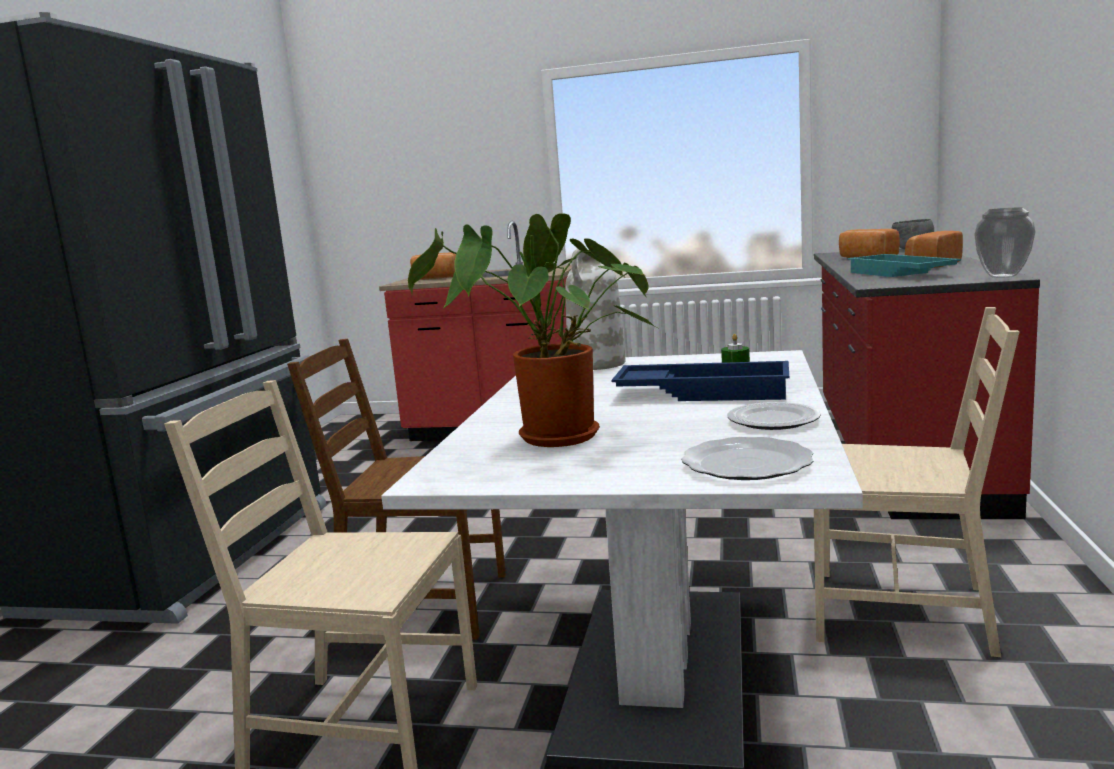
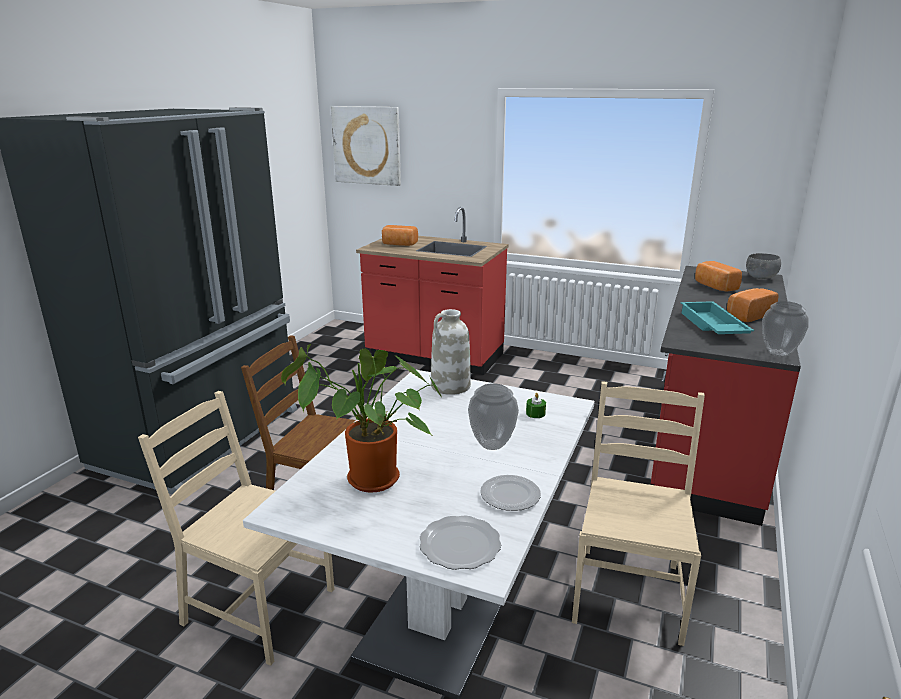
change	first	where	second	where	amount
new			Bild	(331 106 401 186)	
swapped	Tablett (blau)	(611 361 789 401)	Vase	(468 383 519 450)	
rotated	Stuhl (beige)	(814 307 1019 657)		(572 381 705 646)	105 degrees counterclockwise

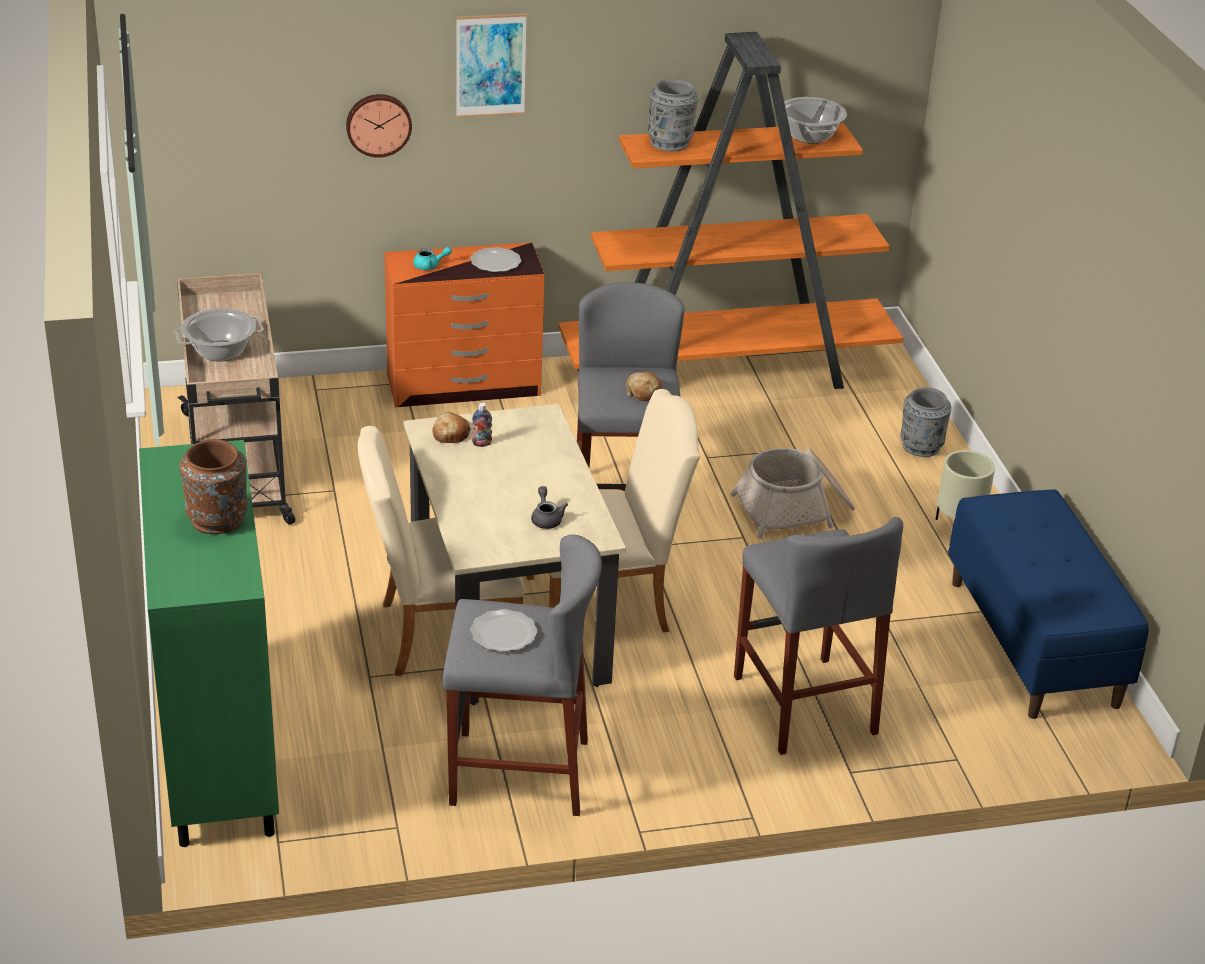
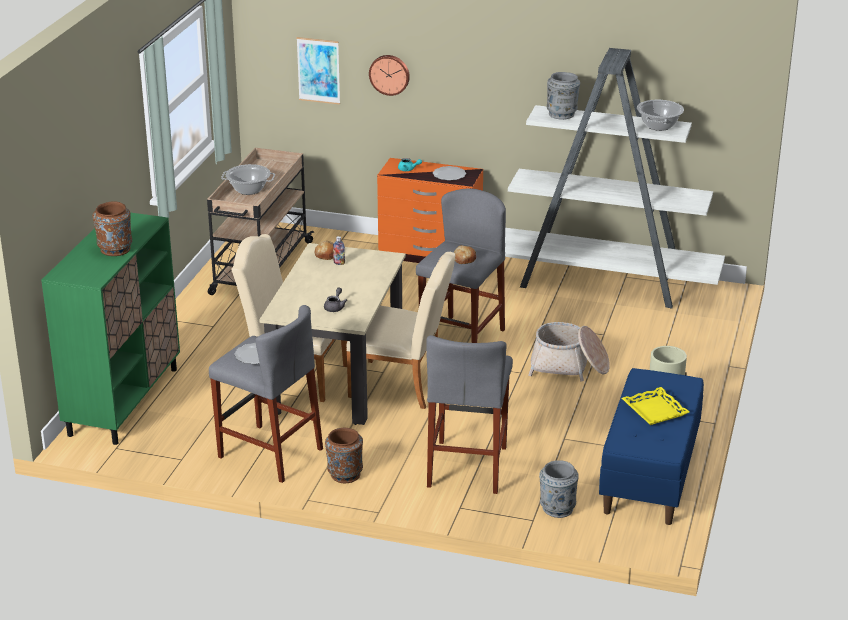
change	first	where	second	where	amount
new			Vase (braun)	(325 428 363 483)	
new			Tablett (gelb)	(622 387 689 425)	
shifted	Bild	(456 14 527 118)		(296 37 340 105)	
shifted	Vase (grau)	(900 387 951 457)		(539 460 579 518)	
repainted	Bücherregal (orange)	(558 32 903 389)	Bücherregal (weiß)	(505 48 725 308)	

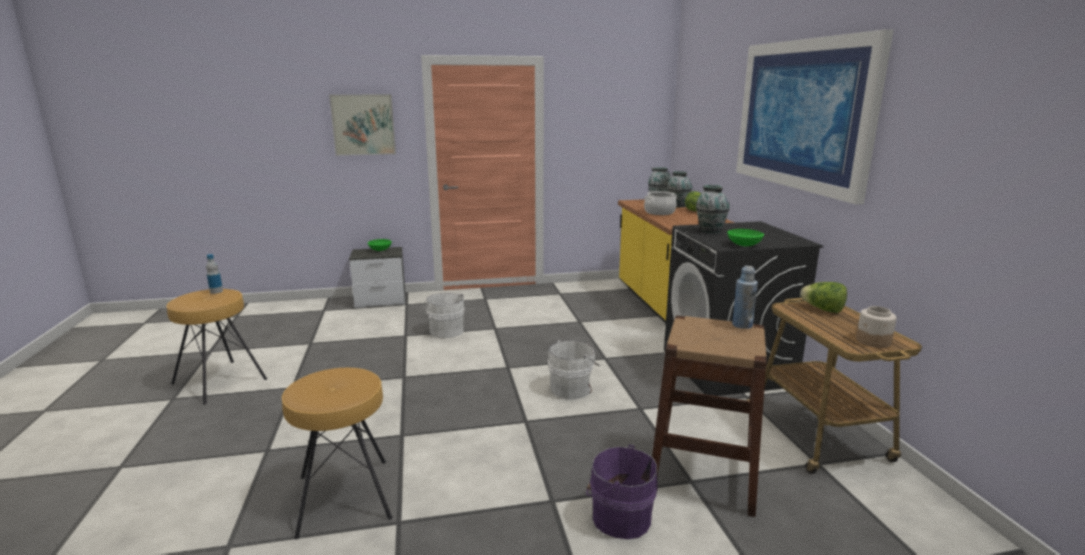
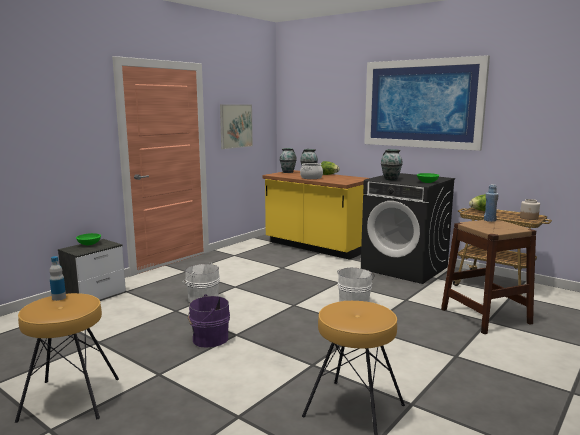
change	first	where	second	where	amount
shifted	Bild	(329 94 396 156)		(220 104 253 149)	
shifted	Eimer (lila)	(586 444 658 539)		(188 294 230 348)	

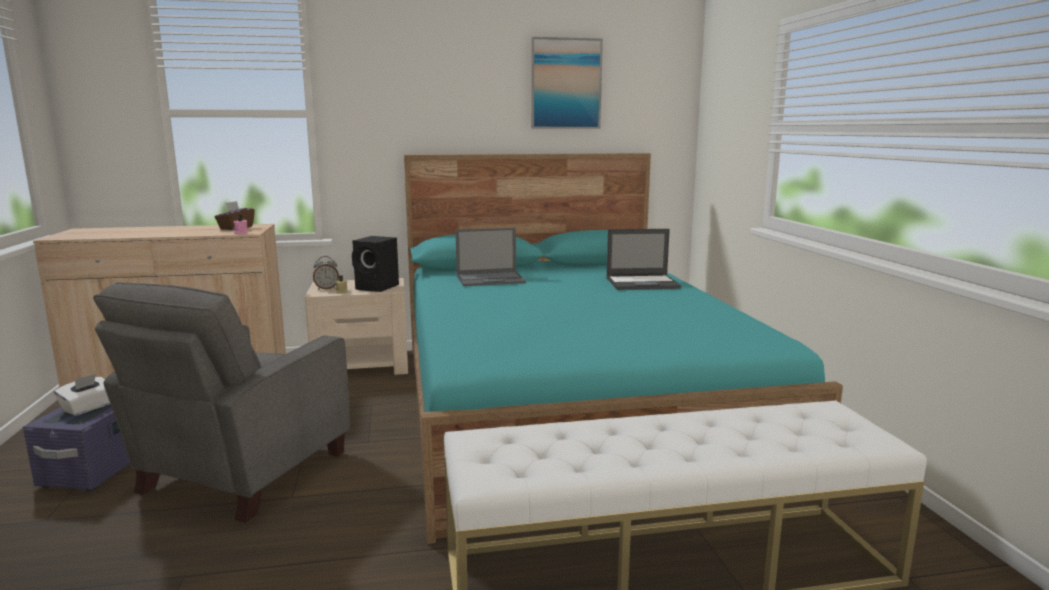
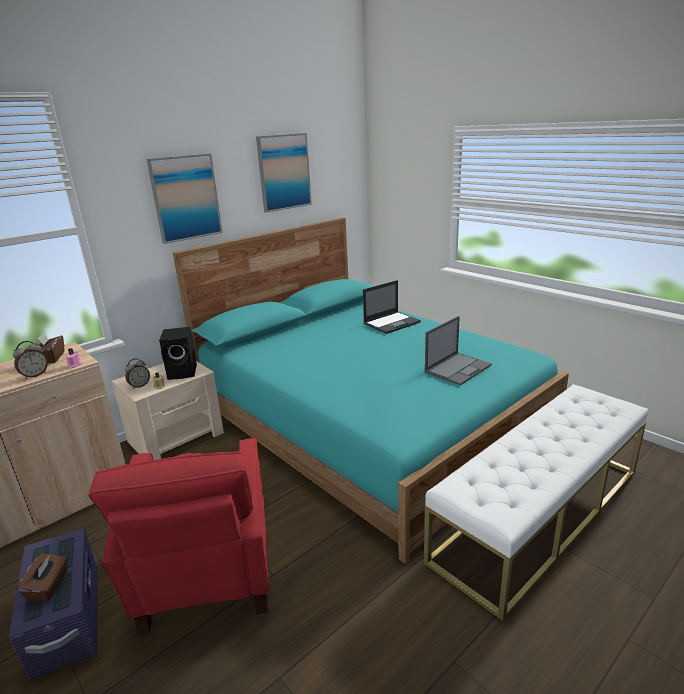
change	first	where	second	where	amount
new			Wecker	(13 341 48 379)	
new			Bild	(147 154 223 244)	
shifted	Laptop	(456 228 526 286)		(425 316 492 385)	
repainted	Taschentuchbox (weiß)	(54 374 110 416)	Taschentuchbox (braun)	(17 553 68 601)	
repainted	Sessel (grau)	(93 282 350 523)	Sessel (rot)	(88 438 269 636)	

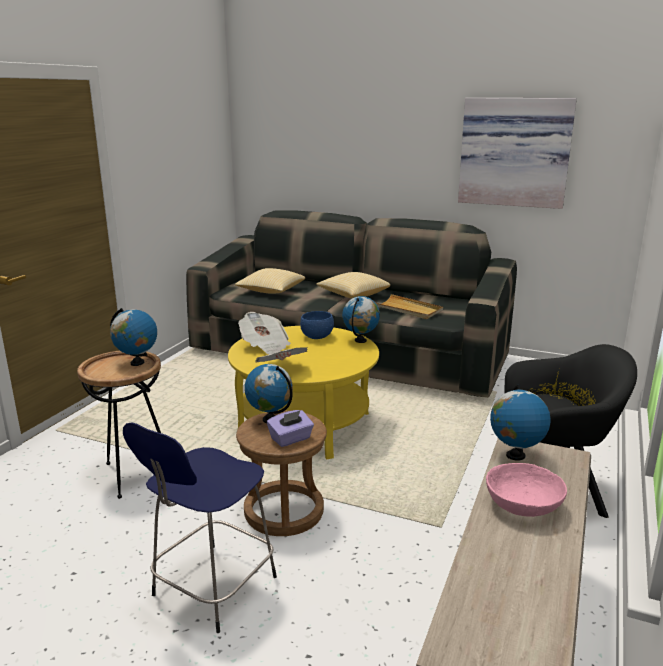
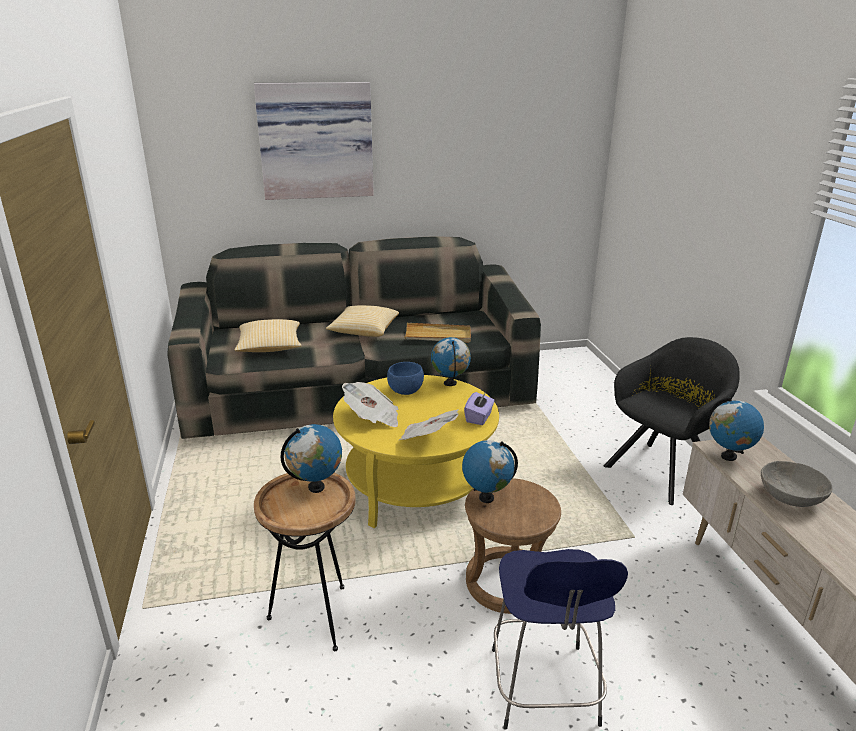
change	first	where	second	where	amount
shifted	Taschentuchbox (lila)	(267 410 314 447)		(464 391 495 425)	
shifted	Bild	(458 98 577 209)		(254 82 374 200)	
repainted	Schüssel (rosa)	(486 463 567 517)	Schüssel (grau)	(761 461 833 507)	

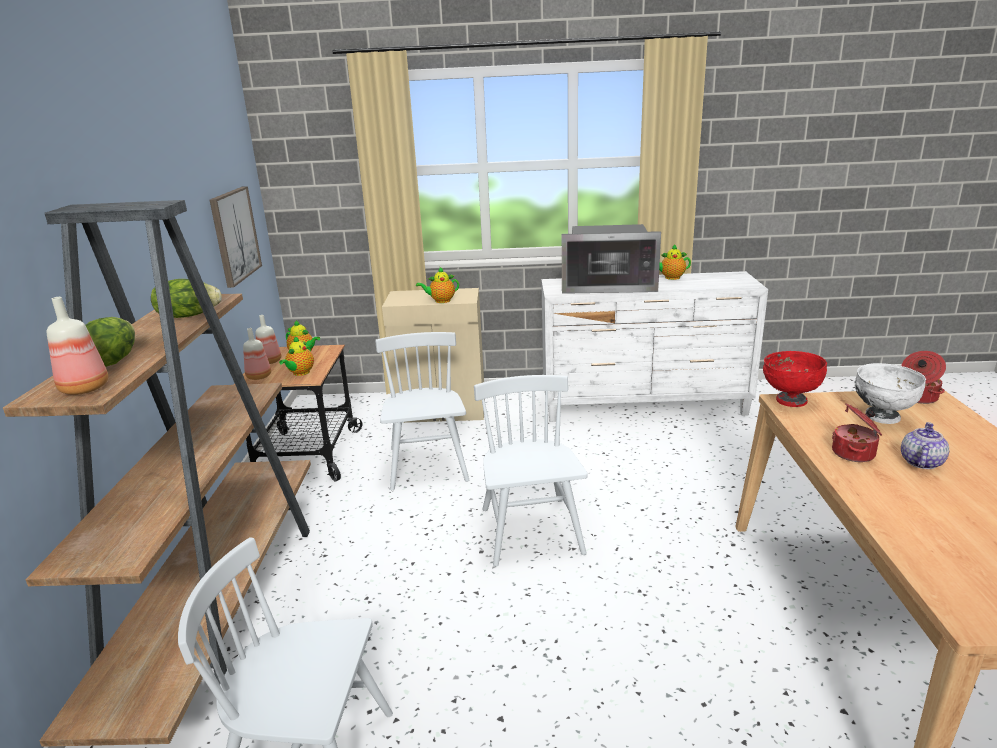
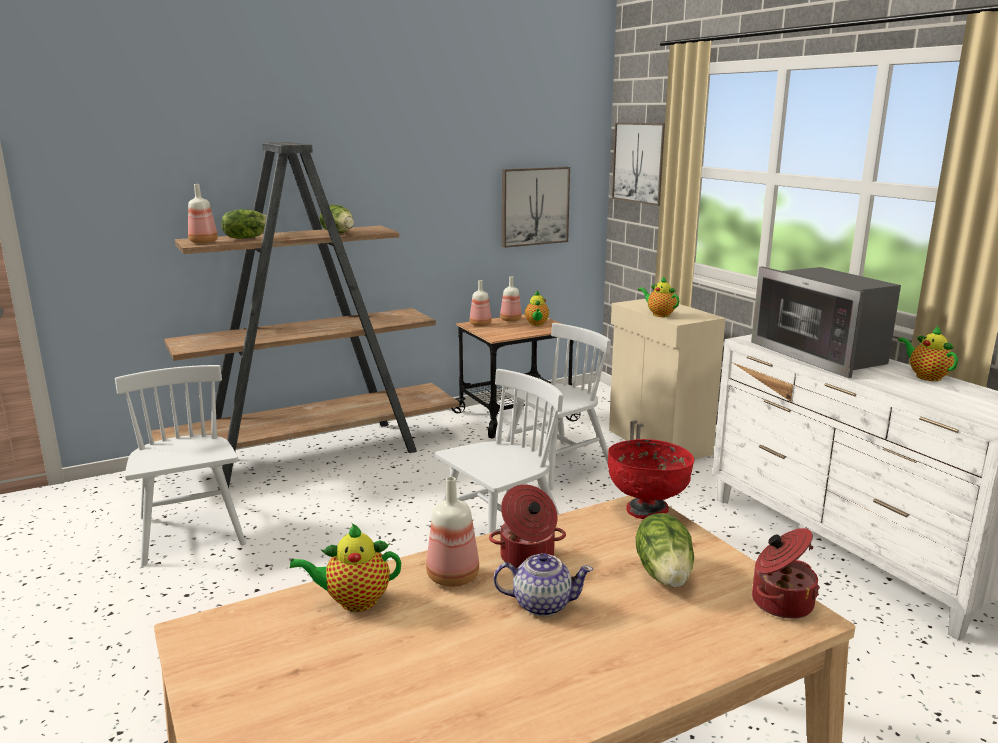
change	first	where	second	where	amount
new			Flasche	(426 477 479 587)	
new			Bild	(612 122 665 206)	
shifted	Teekanne	(279 336 314 376)		(290 523 401 612)	
swapped	Schüssel (weiß)	(855 363 926 424)	Salatkopf	(636 513 694 588)	

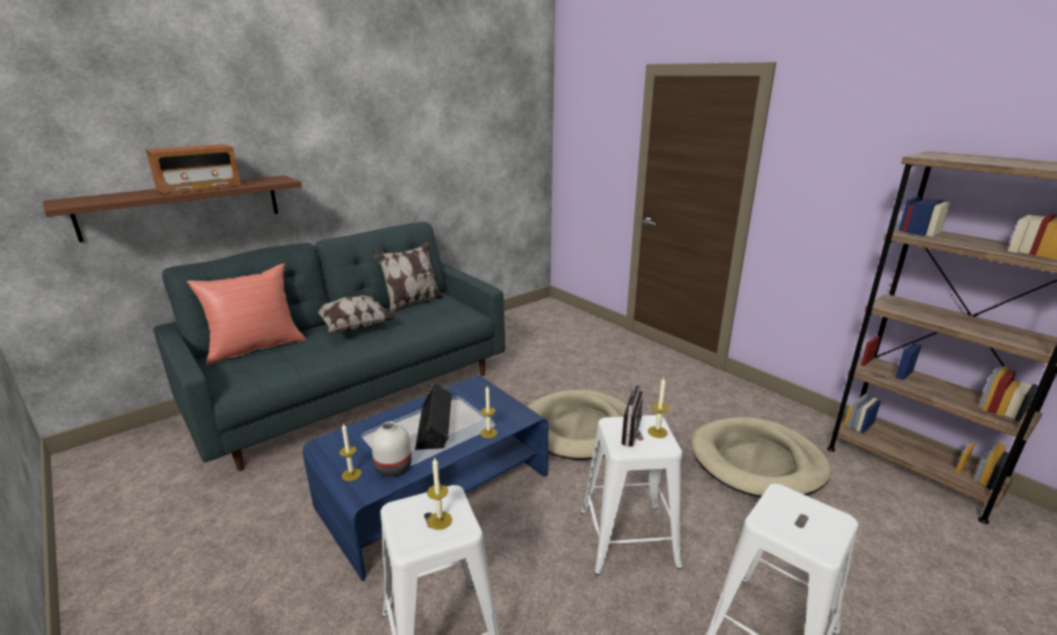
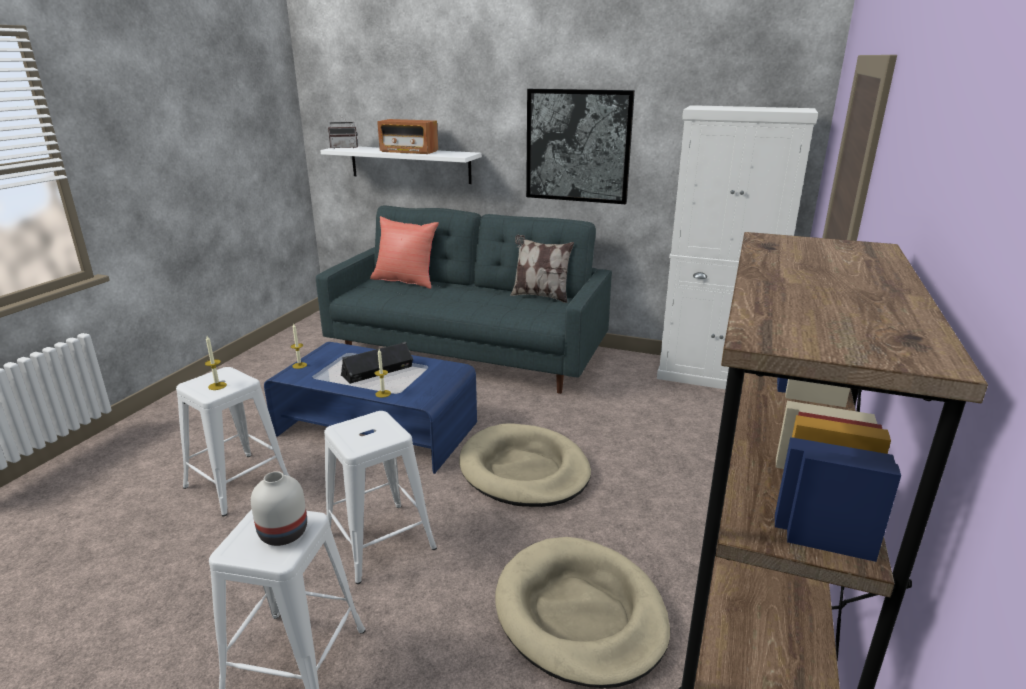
change	first	where	second	where	amount
gone	Kissen	(317 295 396 332)			
gone	Kerze	(648 378 669 438)			
new			Bild	(526 89 635 204)	
new			Schrank (weiß)	(657 105 818 390)	
shifted	Vase (weiß)	(371 421 412 477)		(251 471 307 546)	
shifted	Radio	(616 384 644 447)		(328 114 358 149)	
repainted	Wandregal (braun)	(43 175 302 242)	Wandregal (weiß)	(320 146 482 184)	

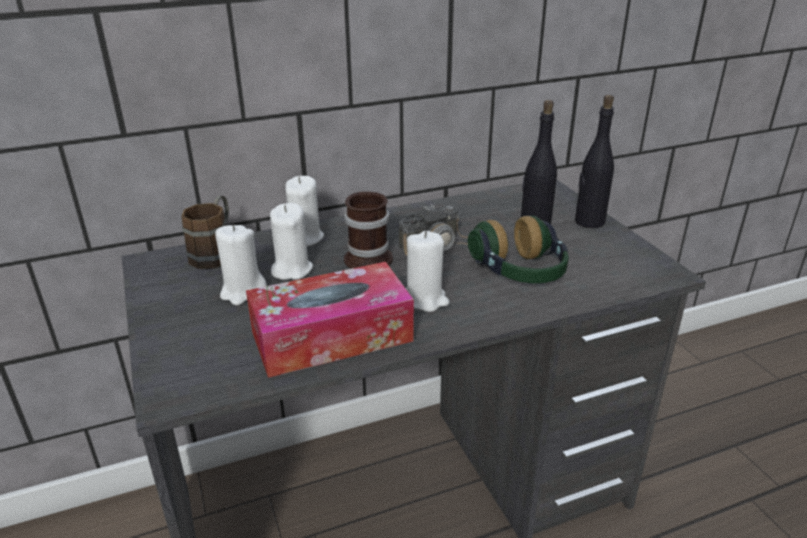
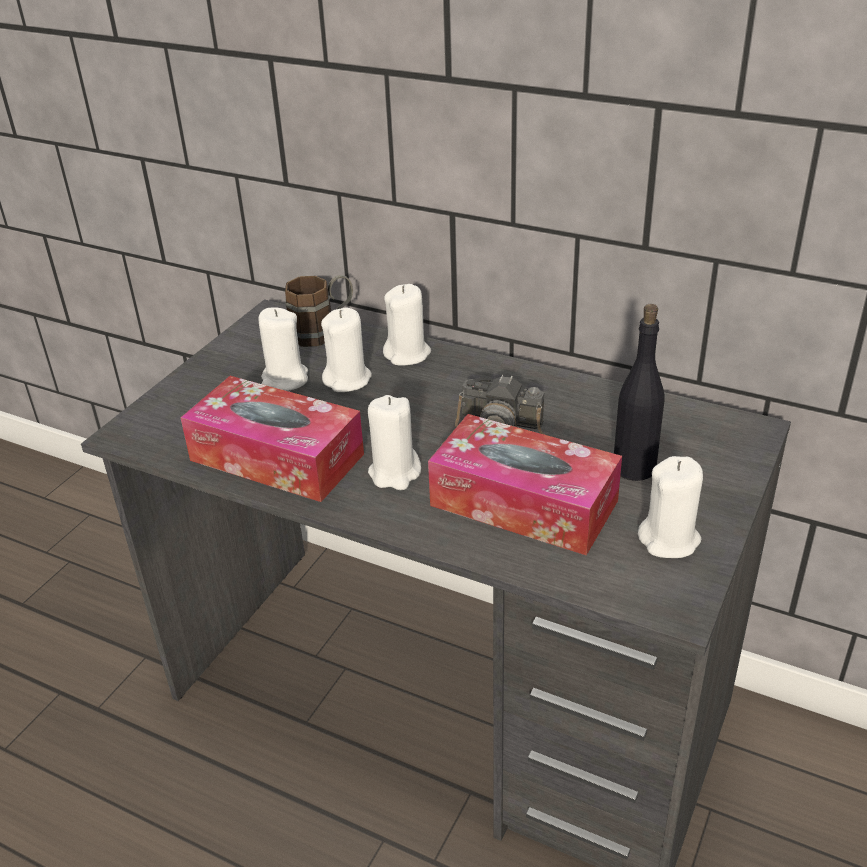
change	first	where	second	where	amount
gone	Henkelbecher	(344 191 393 269)			
gone	Flasche (schwarz)	(575 95 614 228)			
new			Kerze (weiß)	(638 456 703 558)	
swapped	Kopfhörer	(468 216 569 283)	Taschentuchbox	(428 414 622 555)	

